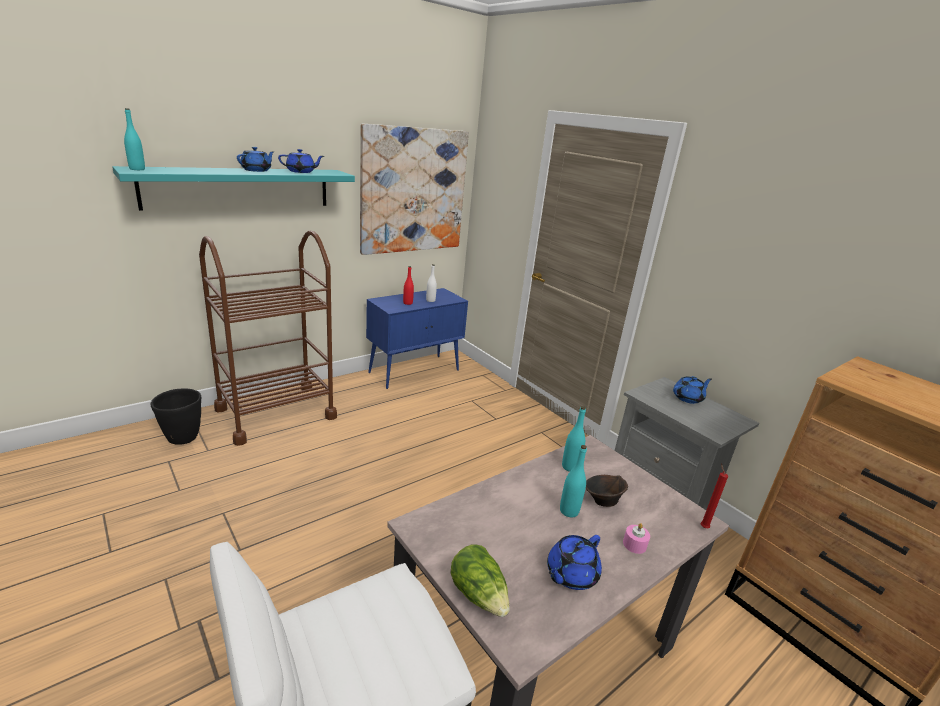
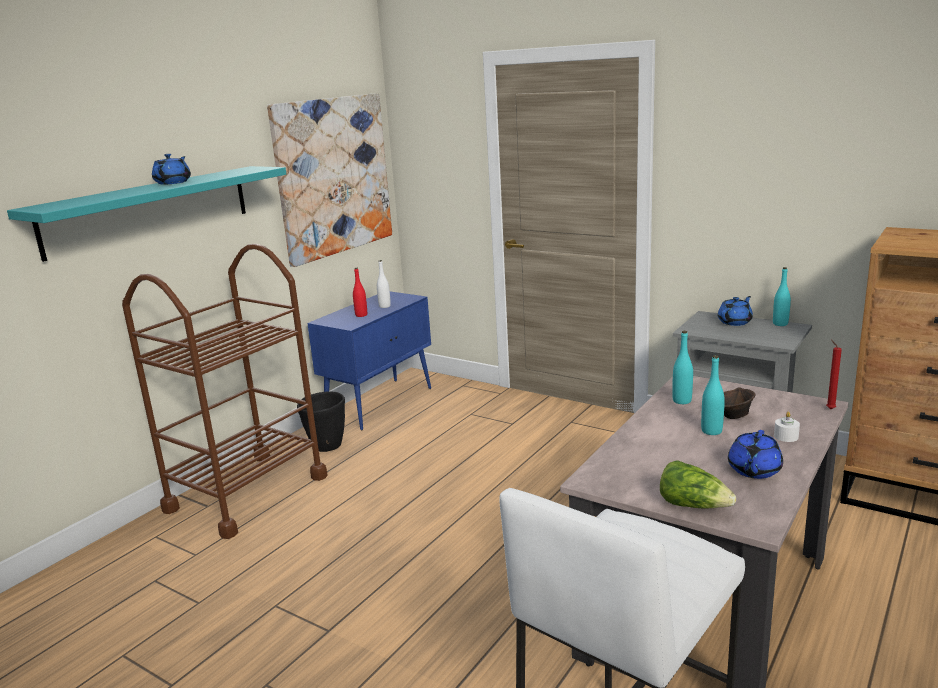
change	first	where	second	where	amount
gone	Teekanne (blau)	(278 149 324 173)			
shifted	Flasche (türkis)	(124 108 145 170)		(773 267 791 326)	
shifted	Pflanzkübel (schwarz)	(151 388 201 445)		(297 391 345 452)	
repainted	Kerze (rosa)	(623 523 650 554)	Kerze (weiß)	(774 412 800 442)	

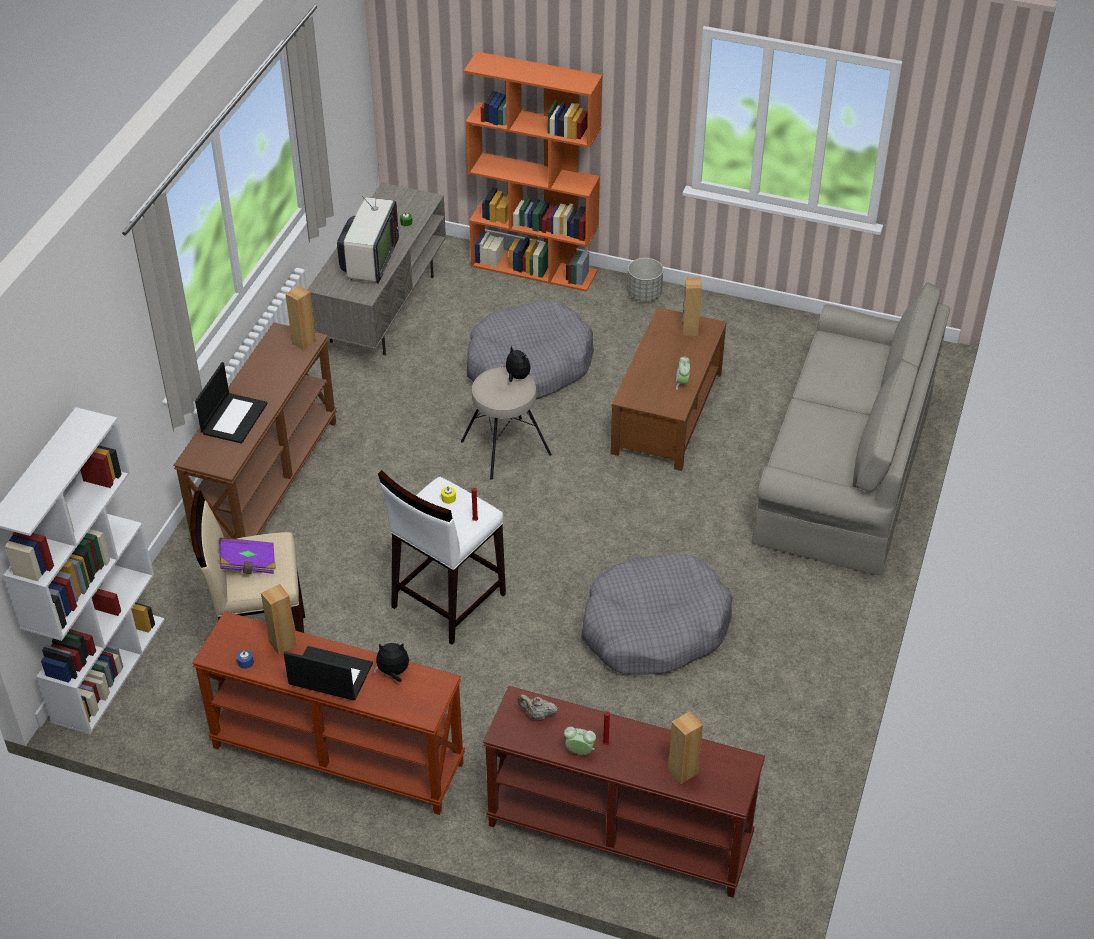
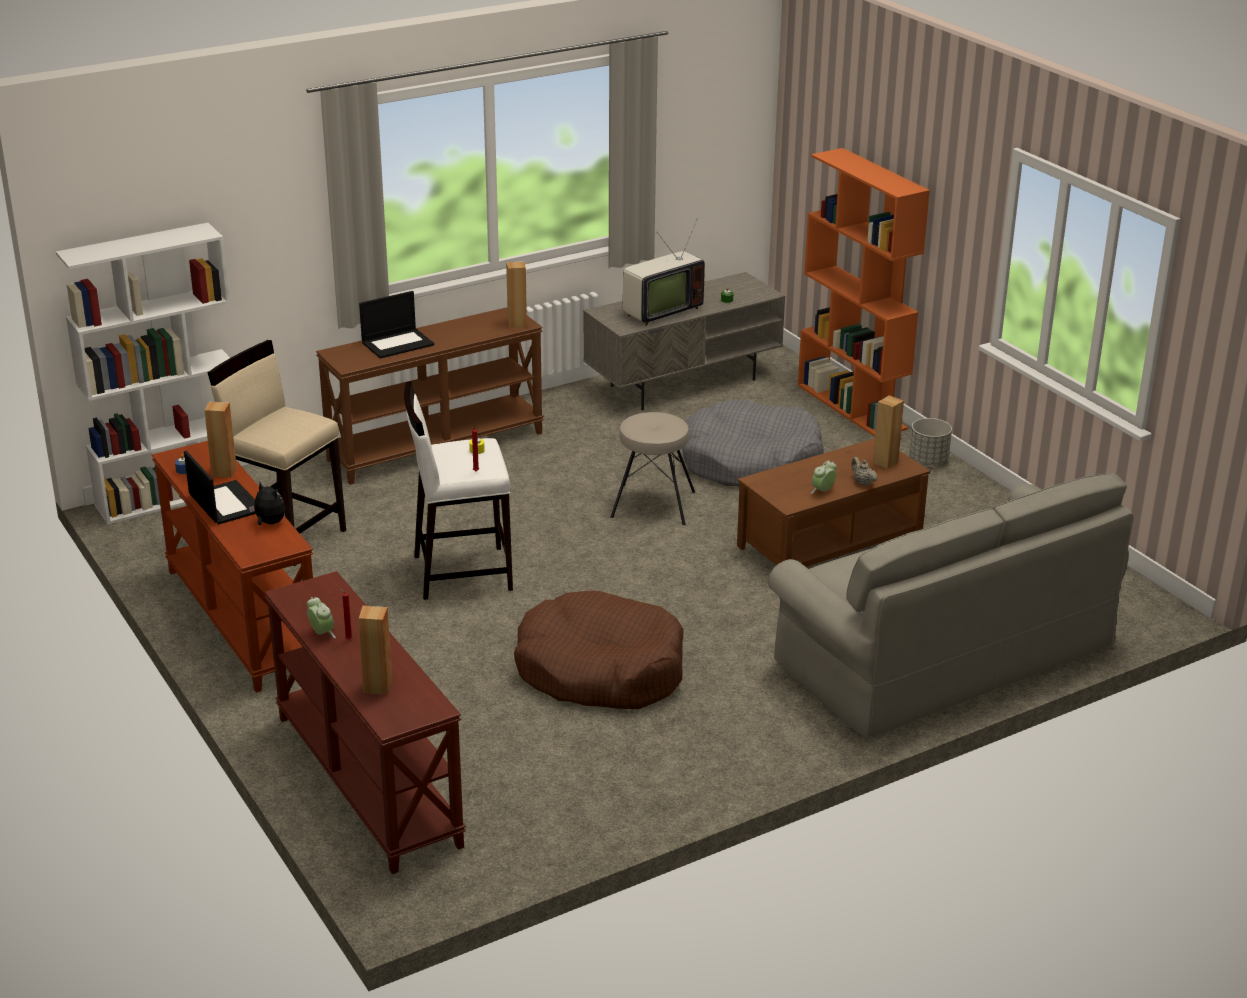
change	first	where	second	where	amount
gone	Buch (lila)	(219 538 276 574)			
gone	Plüschtier	(501 346 531 382)			
shifted	Teekanne (beige)	(517 694 558 720)		(851 457 877 486)	
repainted	Hundebett (grau)	(581 553 732 675)	Hundebett (braun)	(514 591 684 709)	

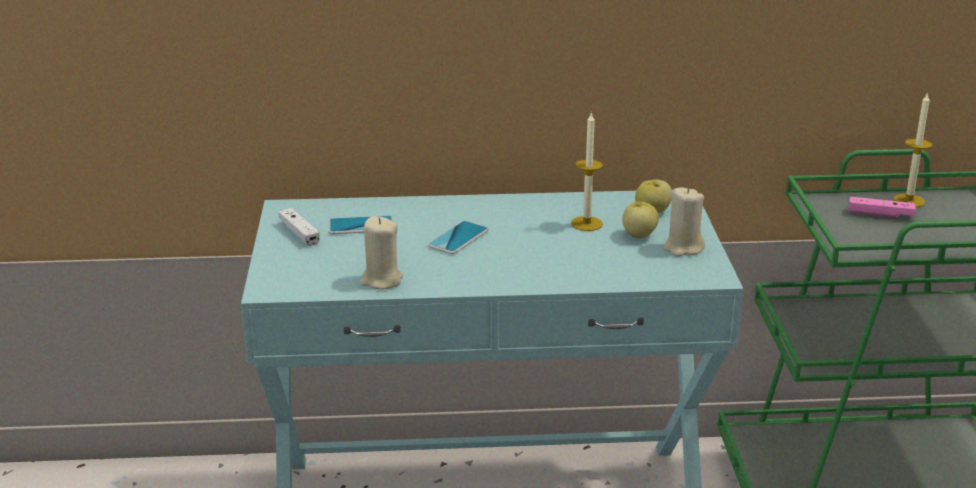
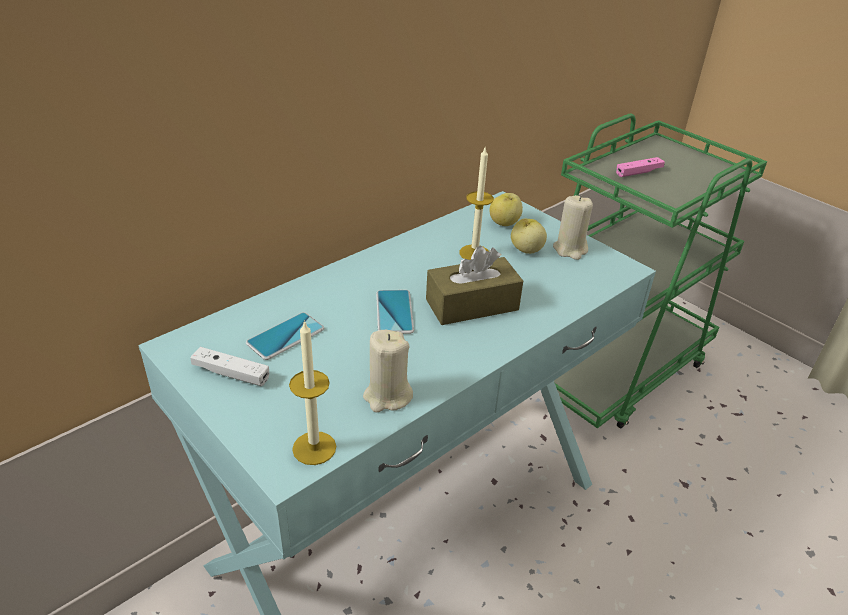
change	first	where	second	where	amount
new			Taschentuchbox (braun)	(426 246 523 325)	
shifted	Kerze	(893 92 933 207)		(289 320 336 465)	

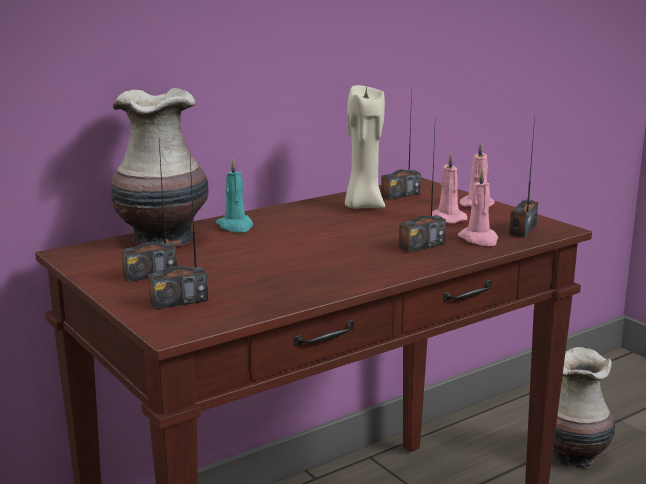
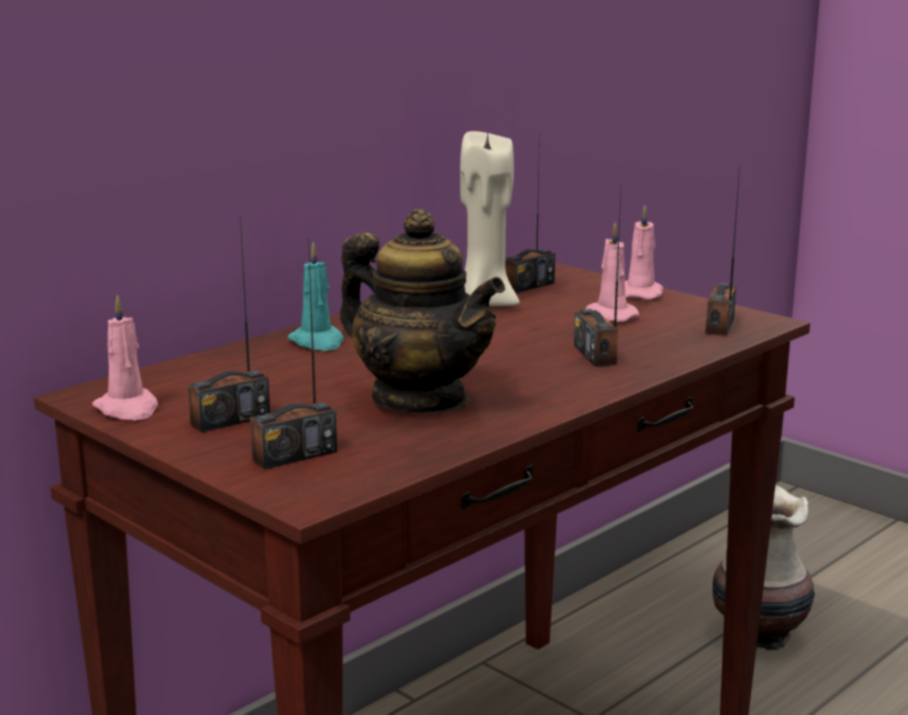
change	first	where	second	where	amount
gone	Vase	(111 88 209 246)			
new			Teekanne	(340 209 505 413)	
shifted	Kerze (rosa)	(458 168 498 246)		(92 295 158 421)	
rotated	Radio	(399 133 446 253)		(574 189 621 367)	120 degrees clockwise

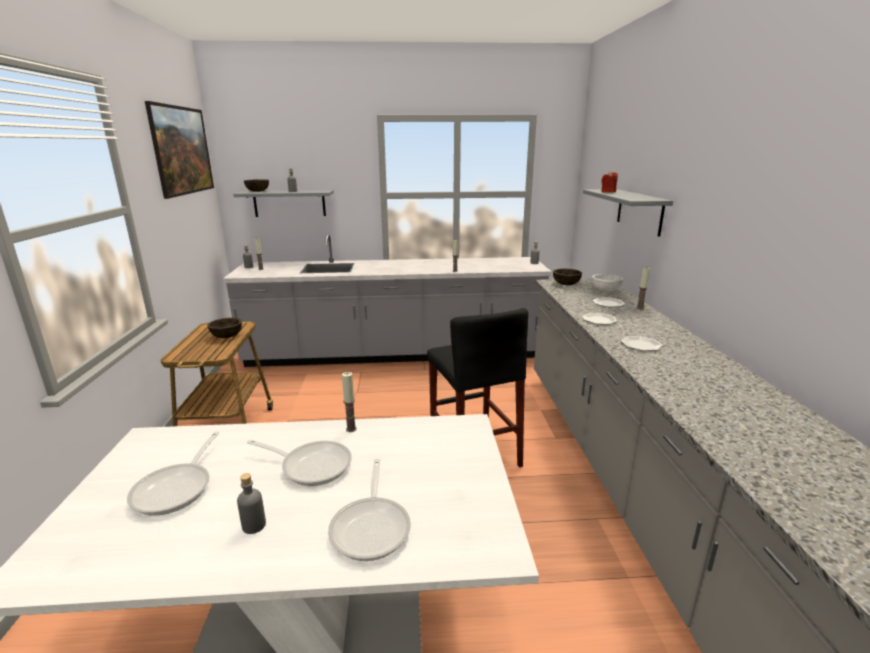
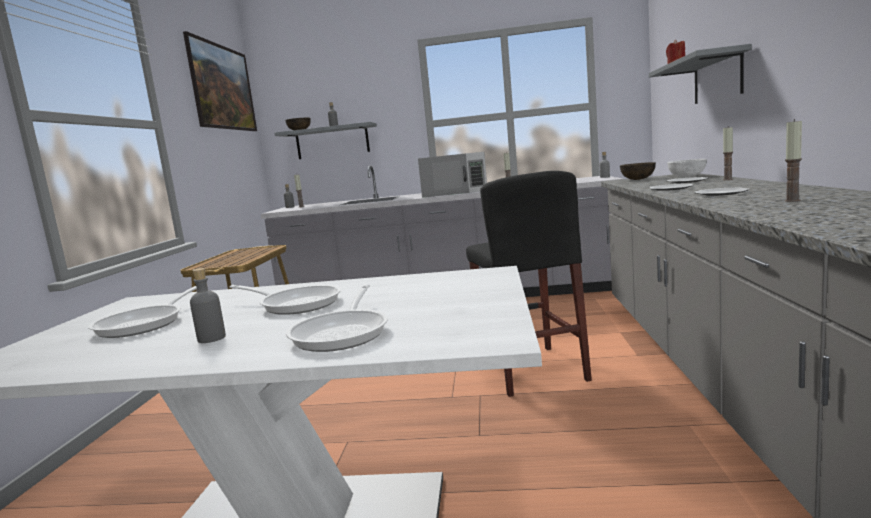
change	first	where	second	where	amount
gone	Schüssel (braun)	(207 318 242 338)			
new			Mikrowelle (weiß)	(418 152 487 198)	
shifted	Kerze	(342 372 357 432)		(784 119 802 202)	

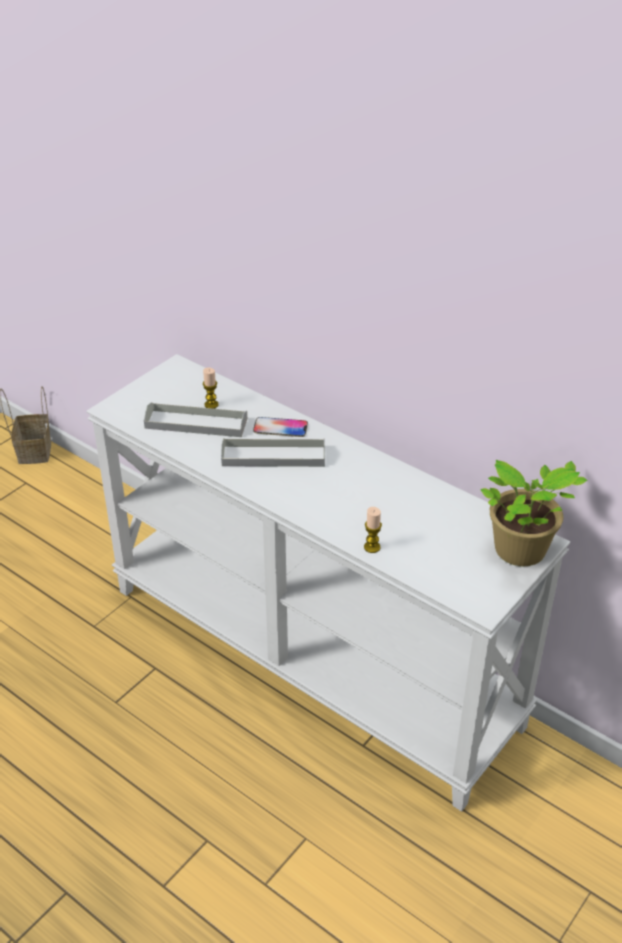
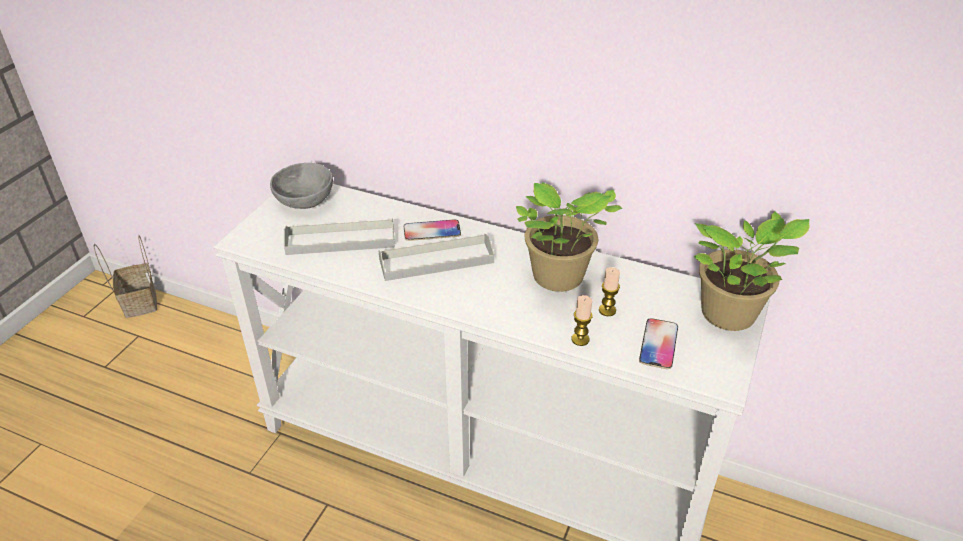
change	first	where	second	where	amount
new			Schüssel (grau)	(270 163 333 209)	
new			Topfpflanze	(516 182 623 292)	
new			Handy	(639 318 678 369)	
shifted	Kerze	(203 368 219 409)		(599 267 620 316)	

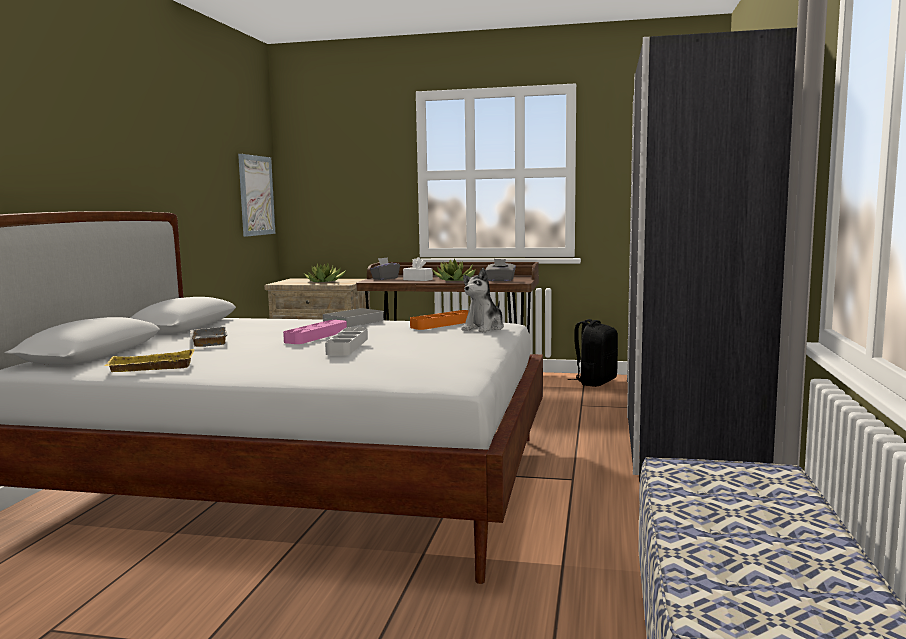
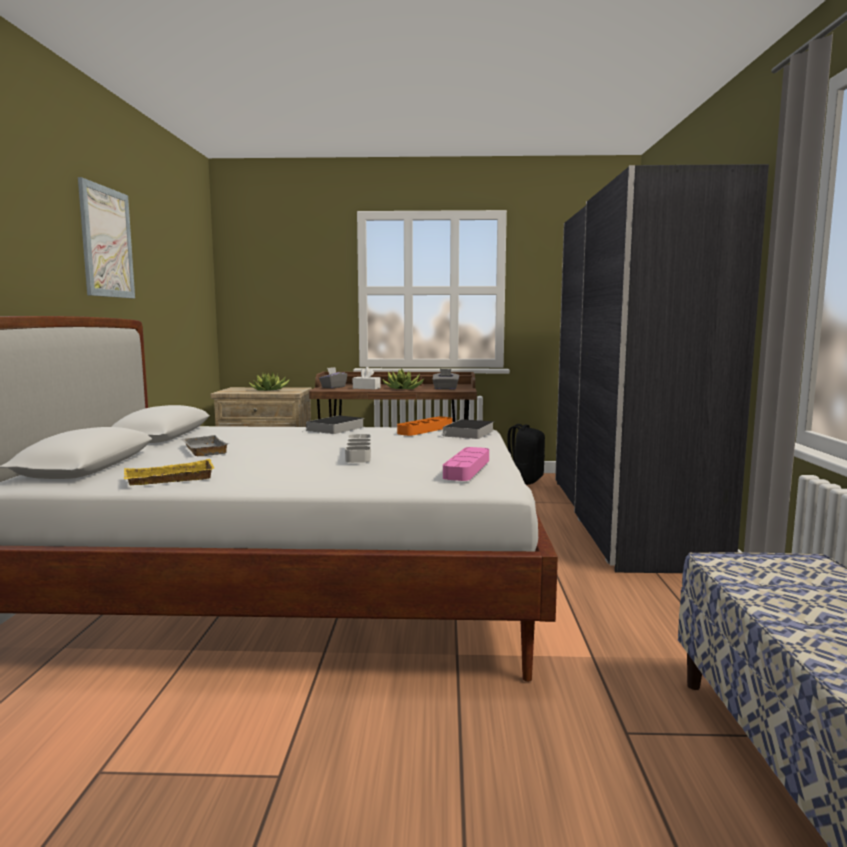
change	first	where	second	where	amount
shifted	Bild	(238 154 275 237)		(78 177 135 298)	
shifted	Tablett (rosa)	(283 320 347 344)		(443 447 489 481)	
swapped	Plüschtier	(461 268 504 333)	Buch	(442 419 494 439)	

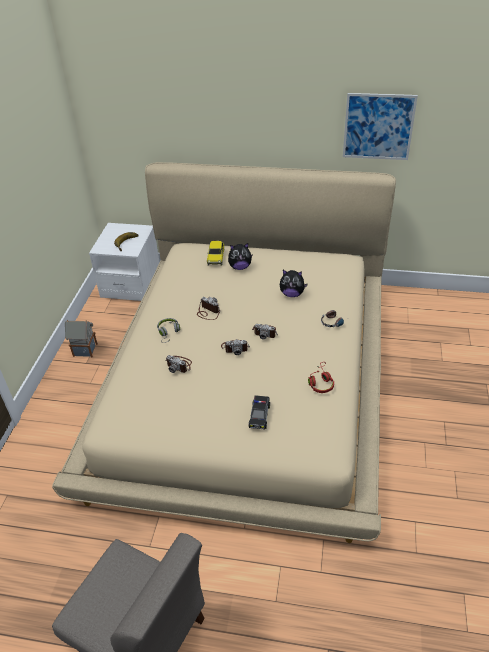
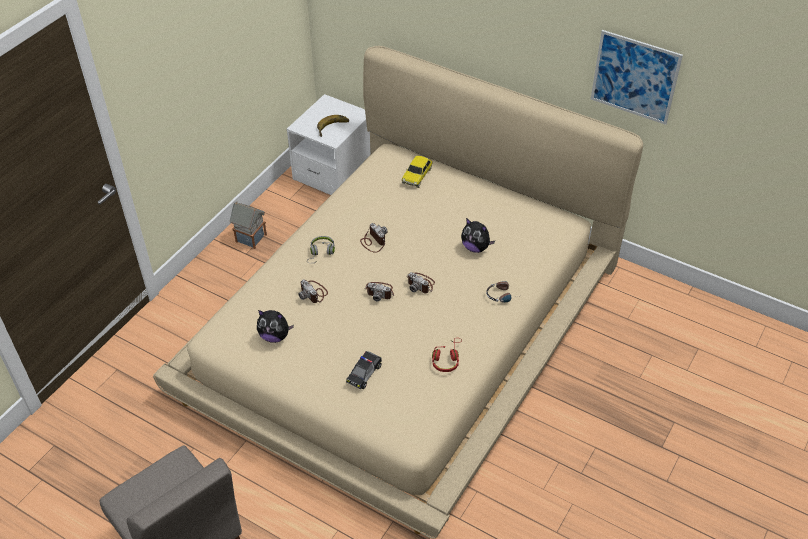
change	first	where	second	where	amount
shifted	Plüschtier	(228 243 253 270)		(257 310 294 343)	

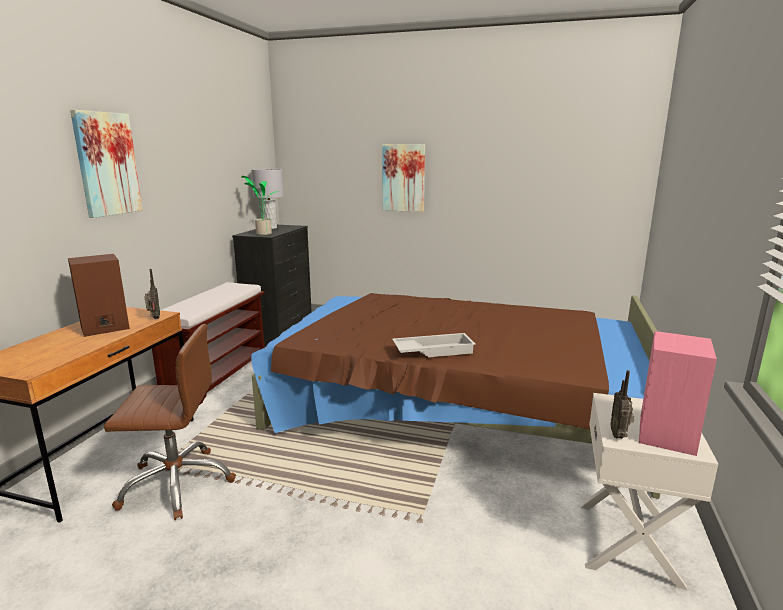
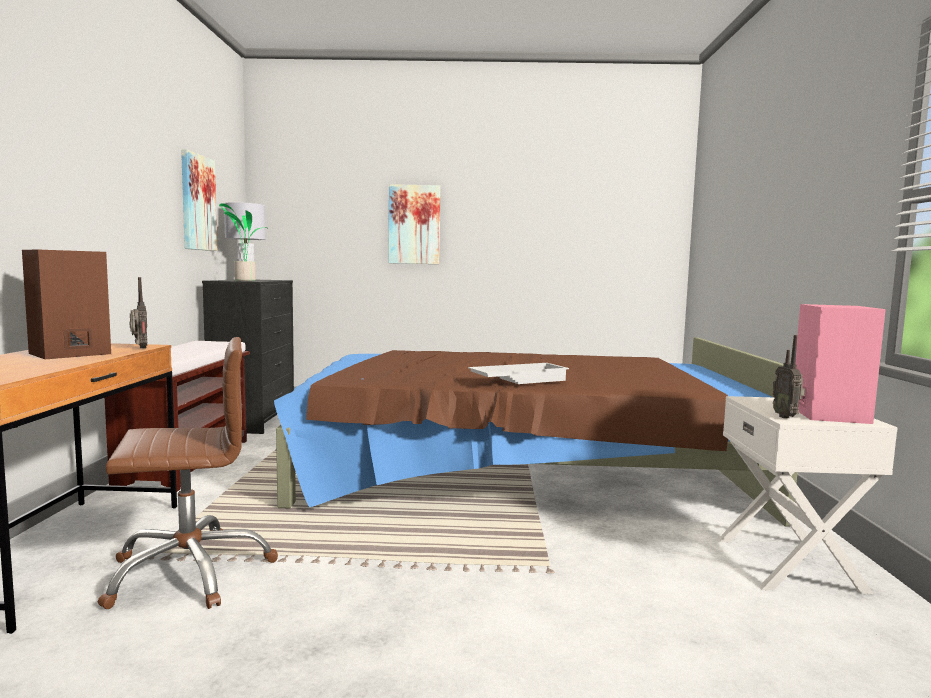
change	first	where	second	where	amount
shifted	Bild	(70 110 143 218)		(181 149 217 251)	

